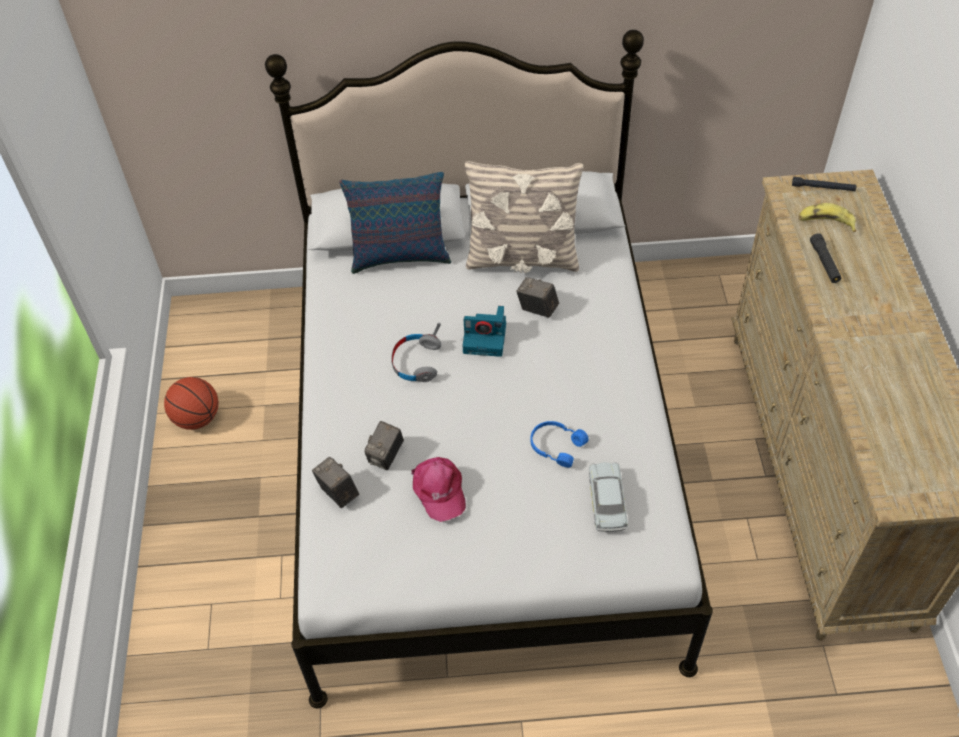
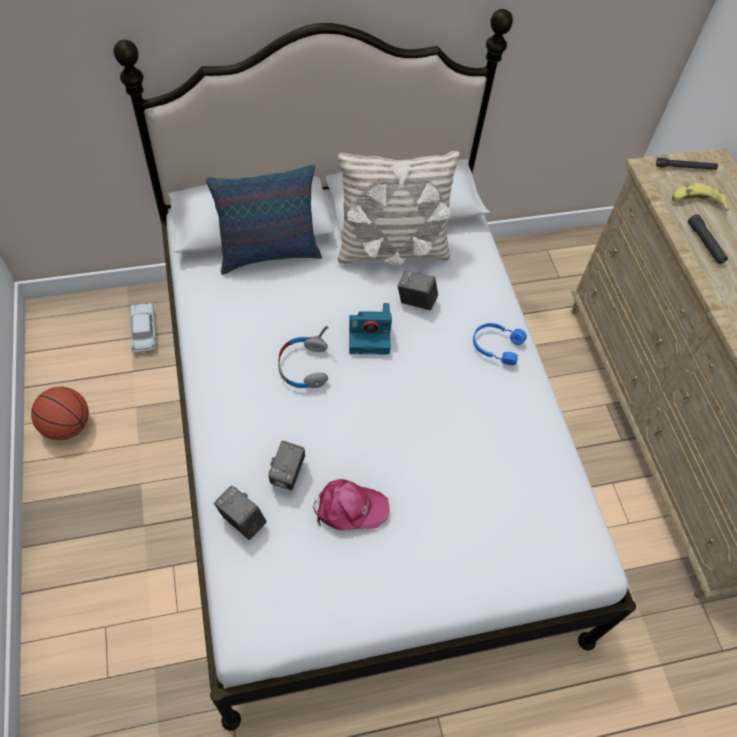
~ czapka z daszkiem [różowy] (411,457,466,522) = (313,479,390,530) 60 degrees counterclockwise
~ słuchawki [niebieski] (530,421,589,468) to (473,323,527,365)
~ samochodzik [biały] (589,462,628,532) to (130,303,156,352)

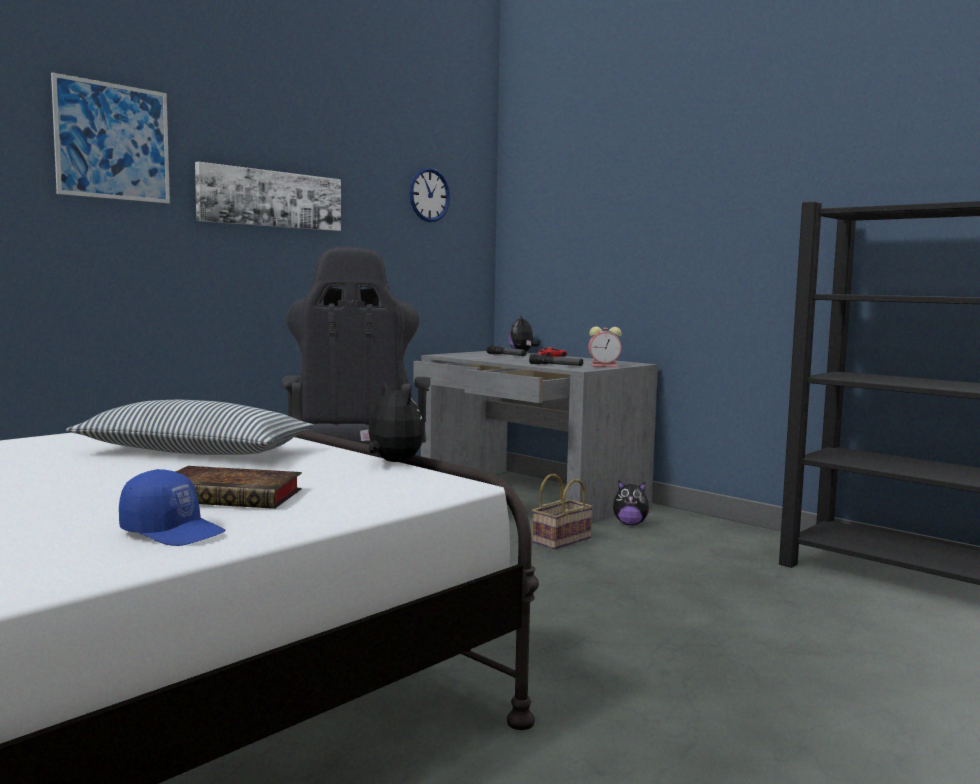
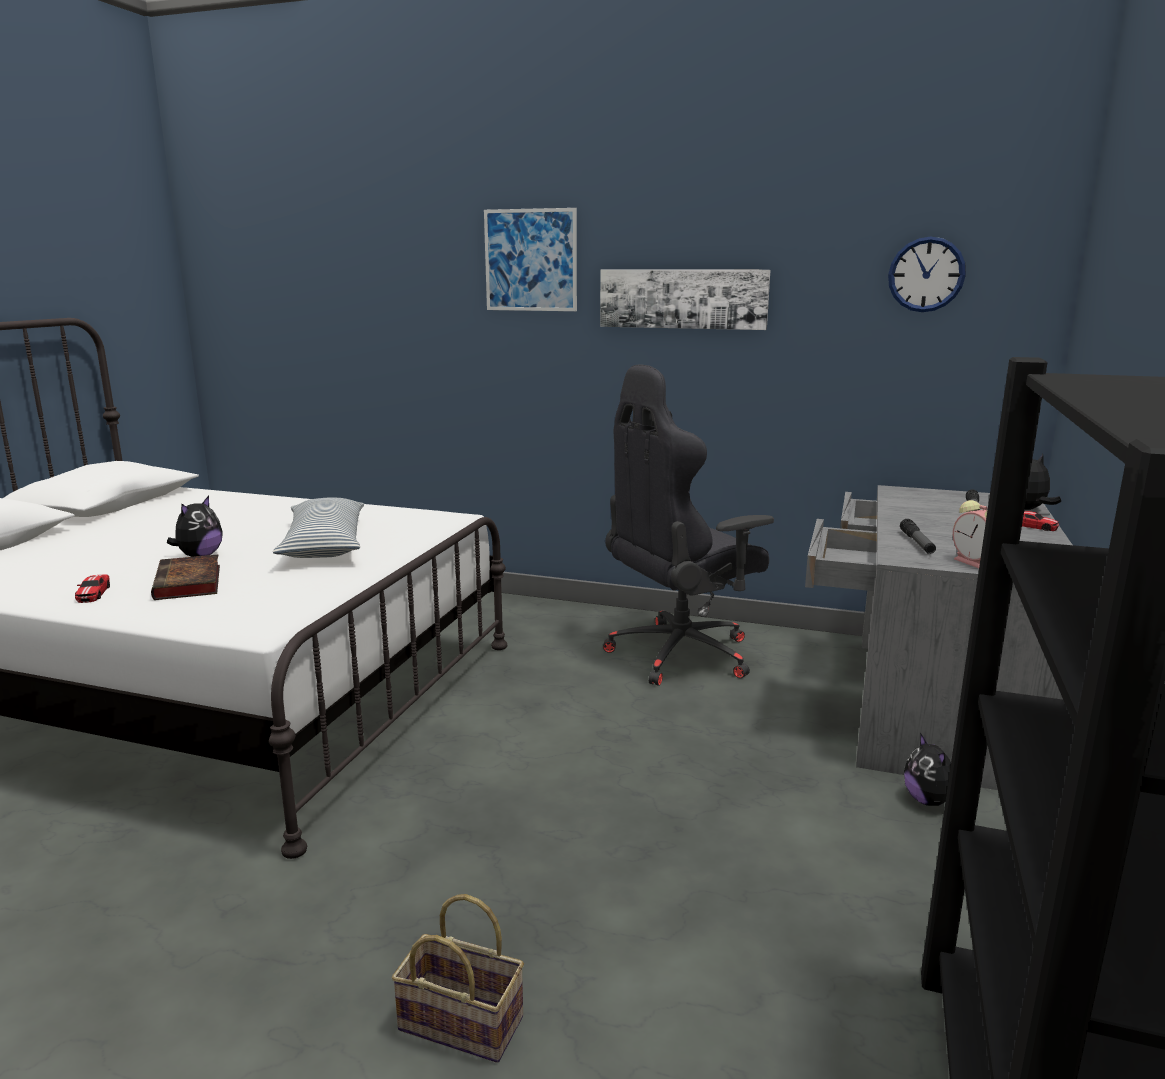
~ czapka z daszkiem [niebieski] (119,469,226,546) to samochodzik (75,575,110,603)
~ pluszak (360,382,424,462) to (167,496,223,557)
~ koszyk (532,474,593,549) to (392,894,524,1063)

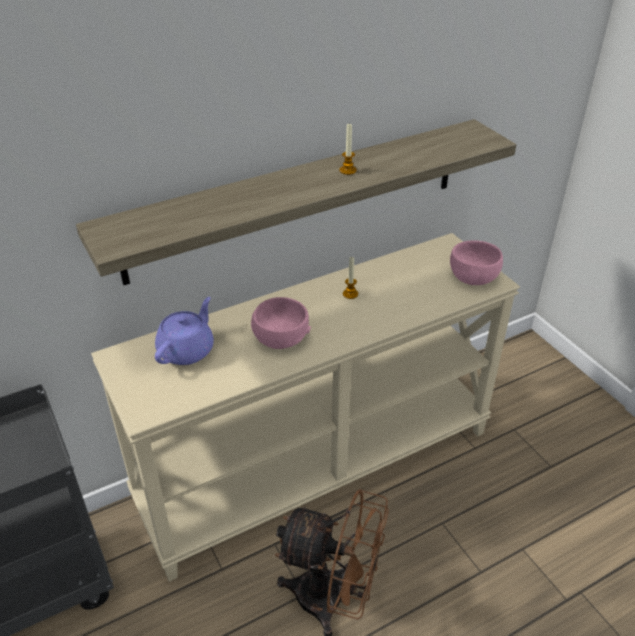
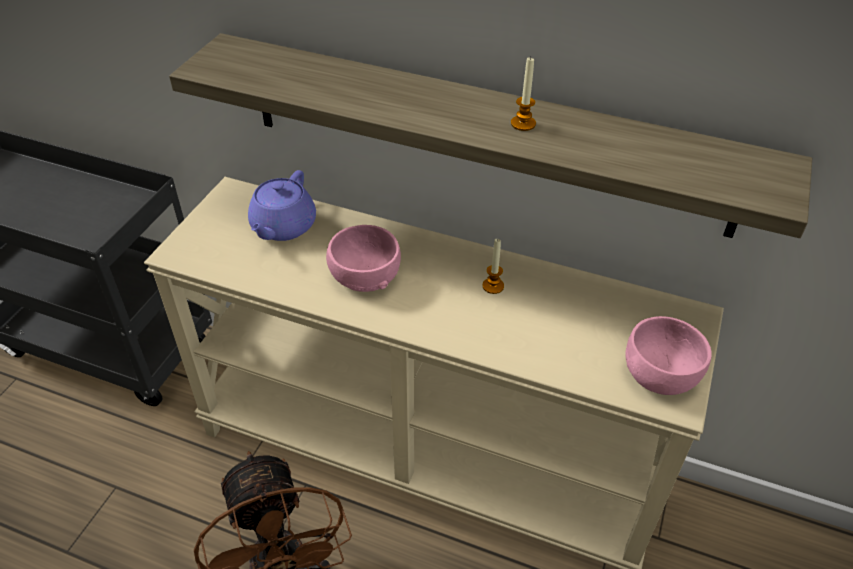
~ imbryk [fioletowy] (155,297,214,365) = (248,170,316,241) 120 degrees clockwise

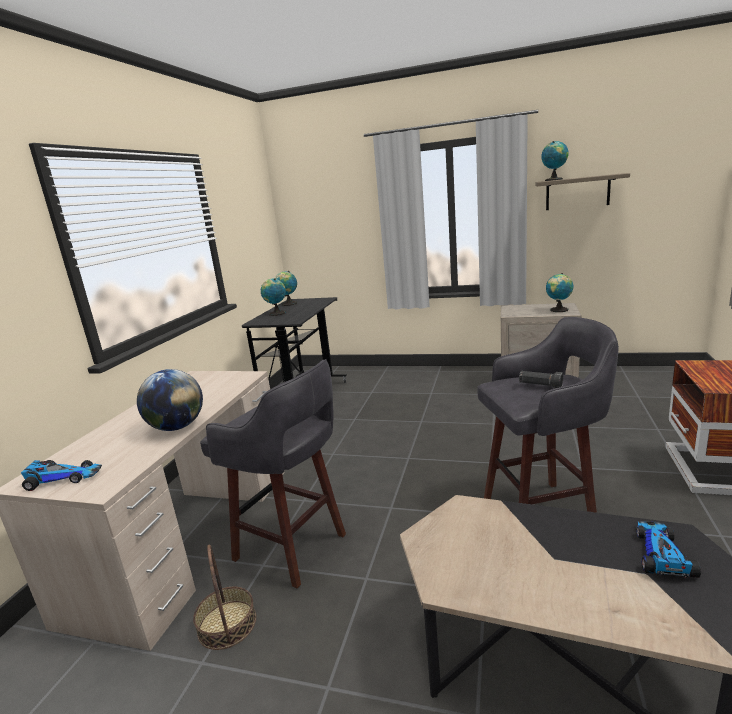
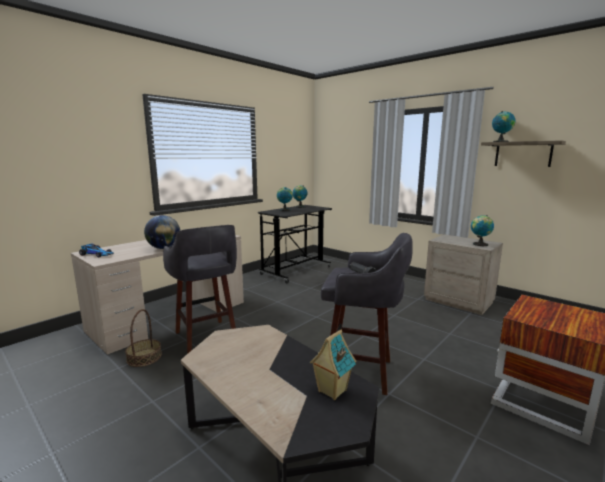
~ samochodzik (636,521,701,578) to domek (310,329,356,400)

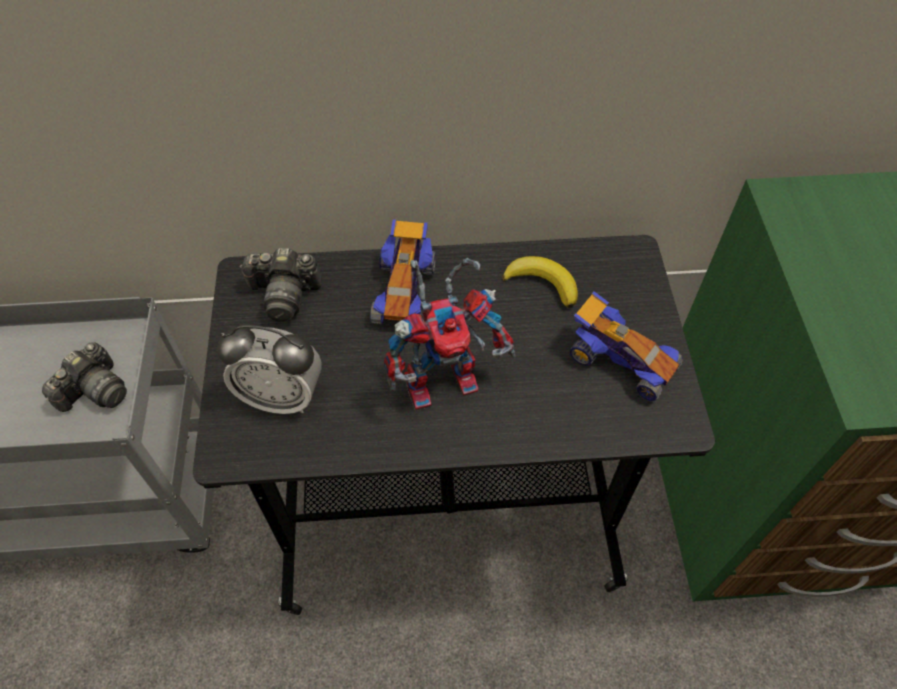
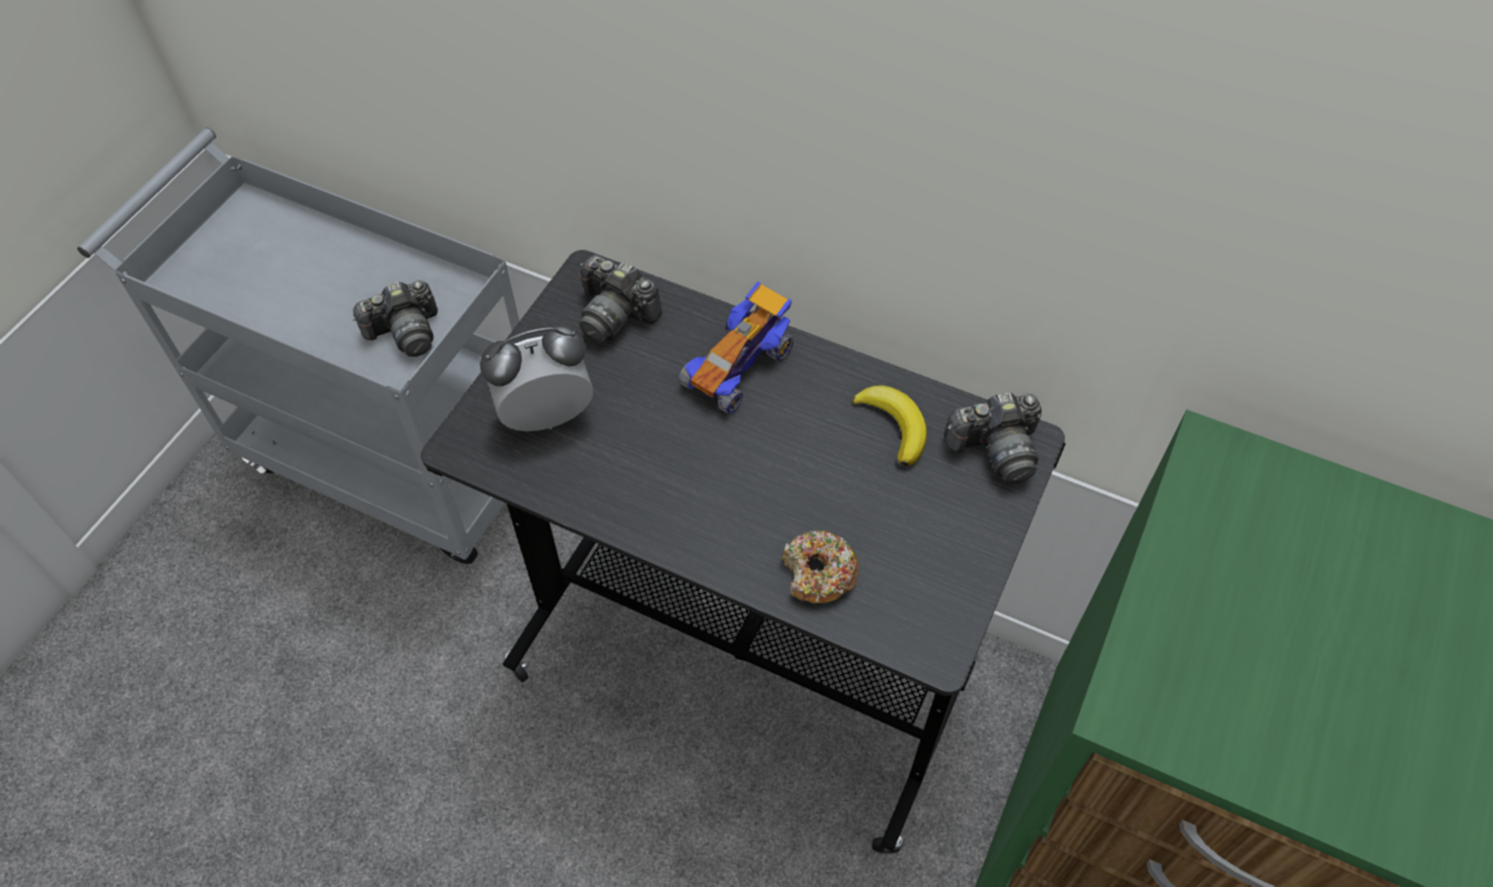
~ budzik (217,325,322,414) = (480,325,593,431) 120 degrees clockwise
- robot zabawkowy (384,258,515,411)
- samochodzik (570,291,683,401)
+ donut (782,530,859,603)
+ aparat fotograficzny (944,392,1042,484)

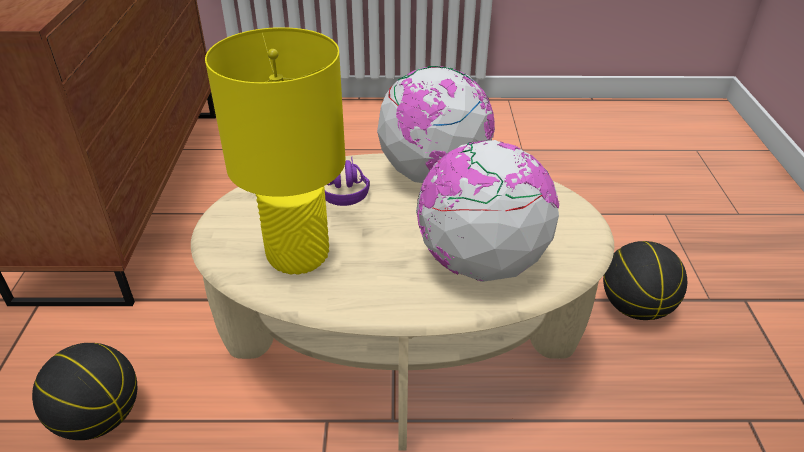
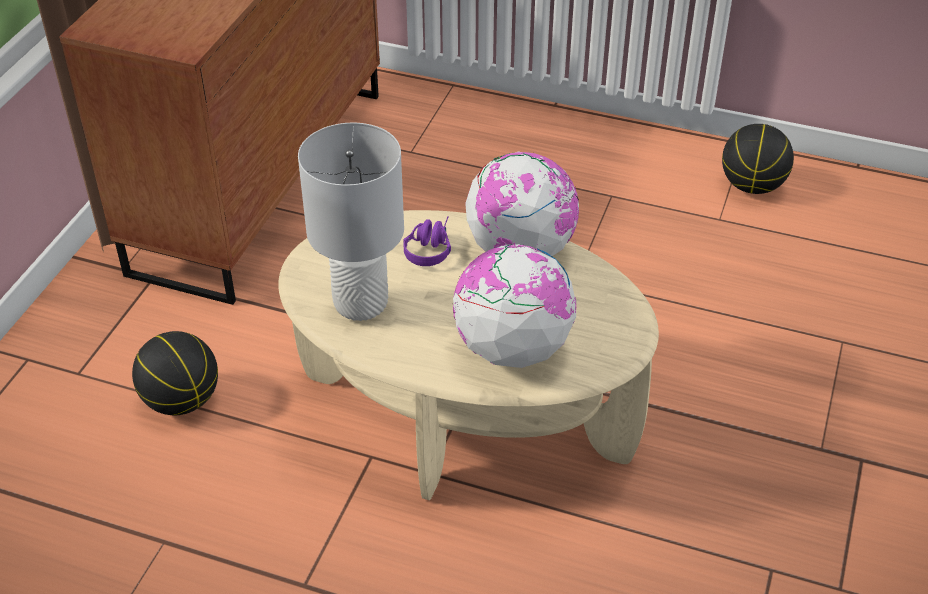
~ lampa stołowa [żółty] (205,27,346,275) to lampa stołowa [szary] (298,123,404,321)
~ piłka do koszykówki (603,241,687,320) to (722,124,794,194)

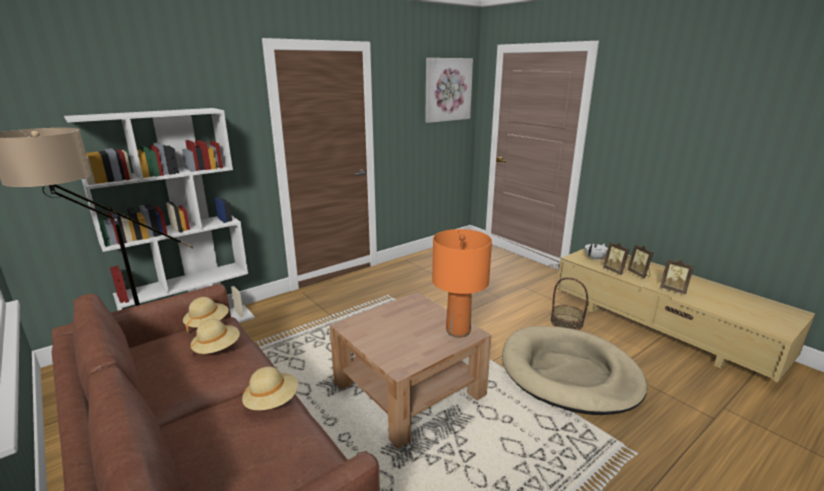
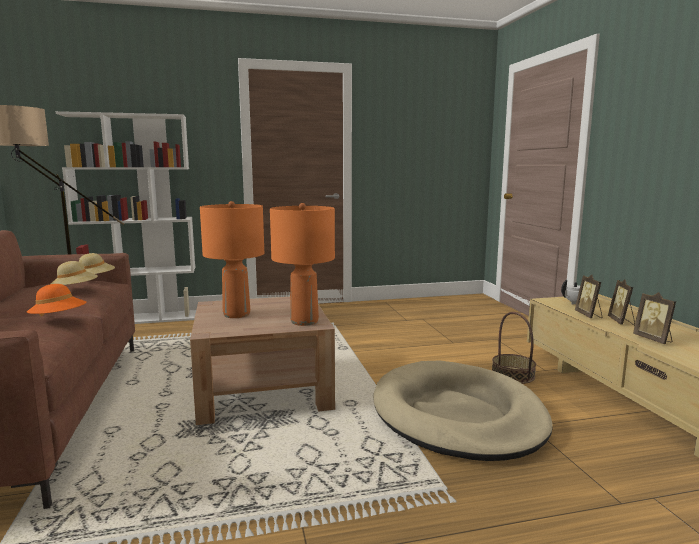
~ kapelusz [beżowy] (242,367,298,410) to kapelusz [pomarańczowy] (27,284,86,316)
- obraz (425,58,473,123)
+ lampa stołowa [pomarańczowy] (200,201,264,318)

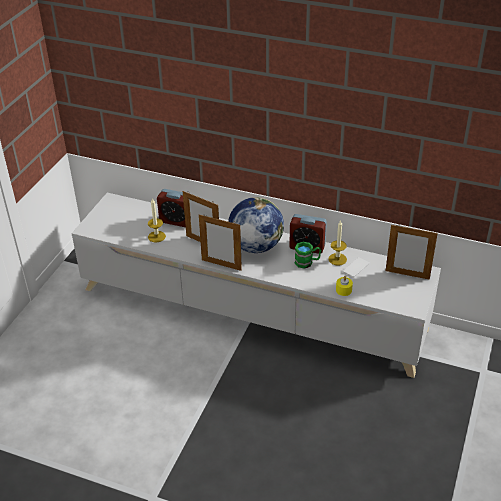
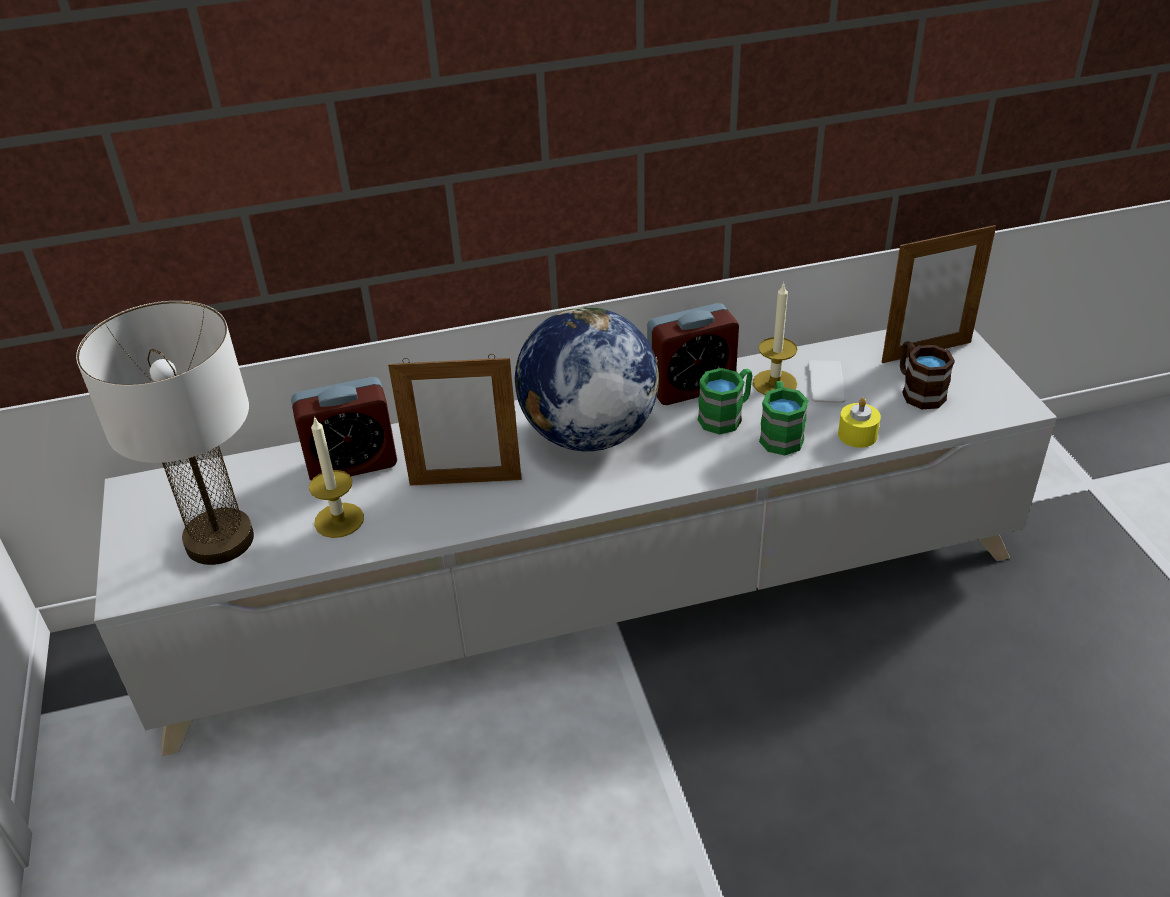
- ramka na zdjęcie (199,214,242,271)
+ lampa stołowa (76,301,254,565)
+ kubek [zielony] (759,381,809,455)
+ kubek [brązowy] (900,341,955,409)

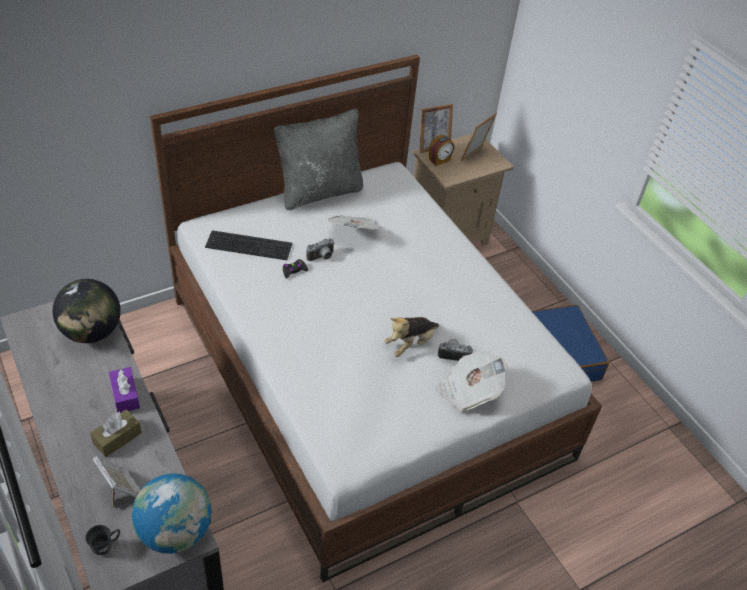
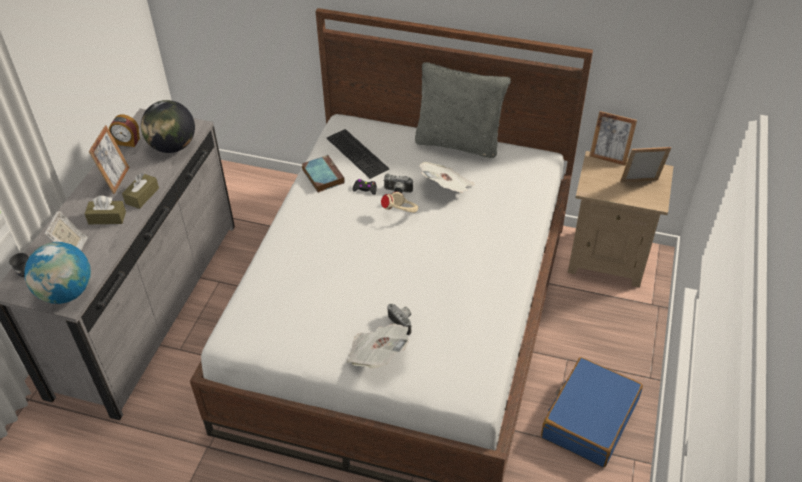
~ pudełko chusteczek [fioletowy] (109,367,140,413) to pudełko chusteczek [brązowy] (122,173,159,209)
- pluszak (384,317,439,357)
~ budzik (429,135,455,166) to (109,114,140,147)
+ ramka na zdjęcie (89,125,130,194)
+ książka (302,155,345,193)
+ słuchawki [beżowy] (381,191,418,213)

